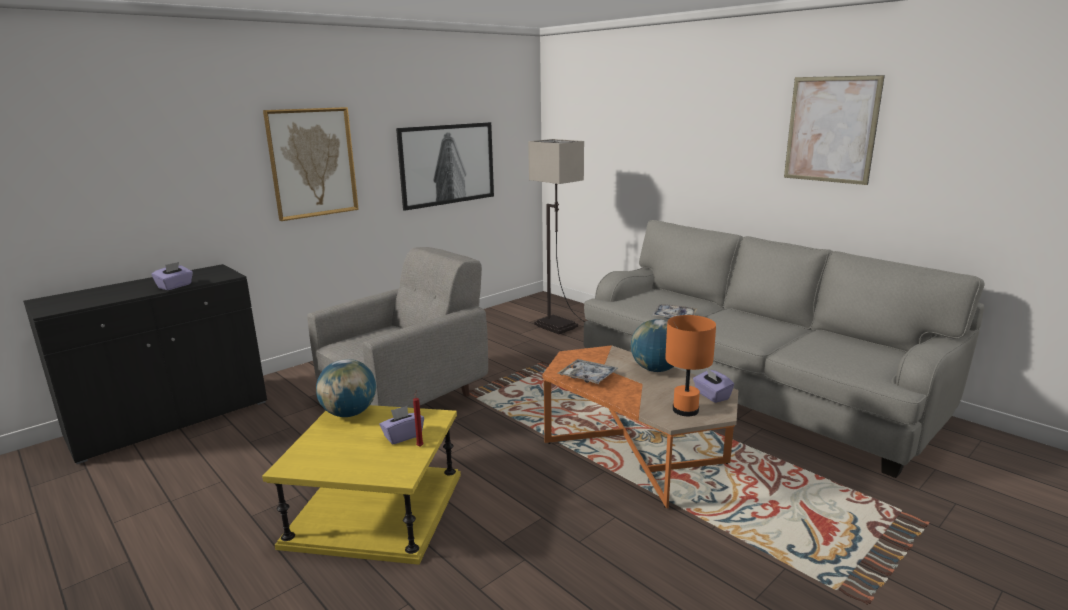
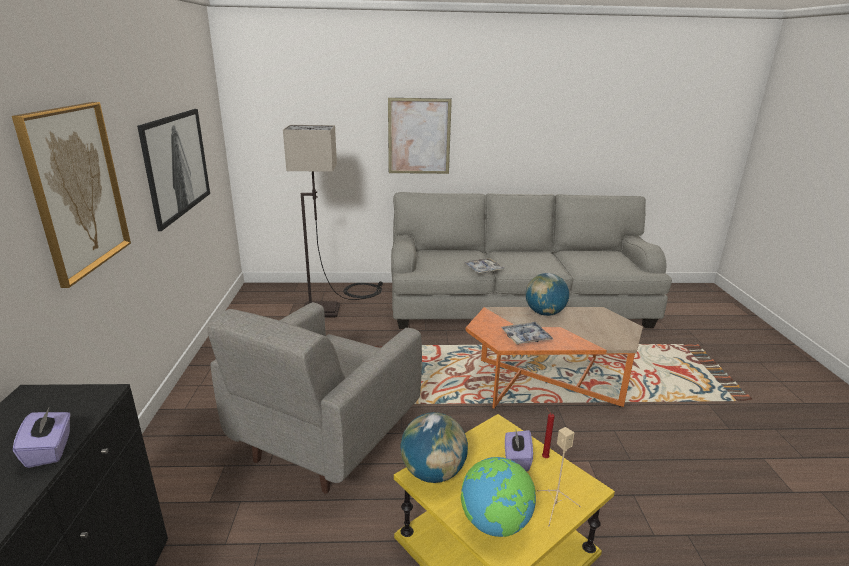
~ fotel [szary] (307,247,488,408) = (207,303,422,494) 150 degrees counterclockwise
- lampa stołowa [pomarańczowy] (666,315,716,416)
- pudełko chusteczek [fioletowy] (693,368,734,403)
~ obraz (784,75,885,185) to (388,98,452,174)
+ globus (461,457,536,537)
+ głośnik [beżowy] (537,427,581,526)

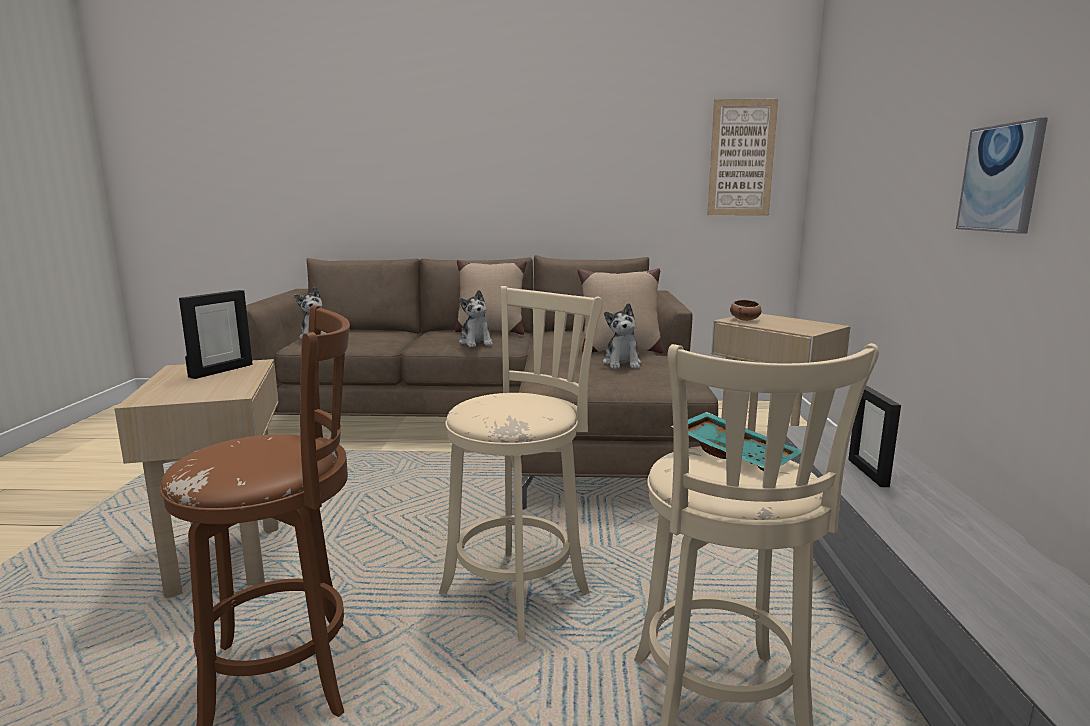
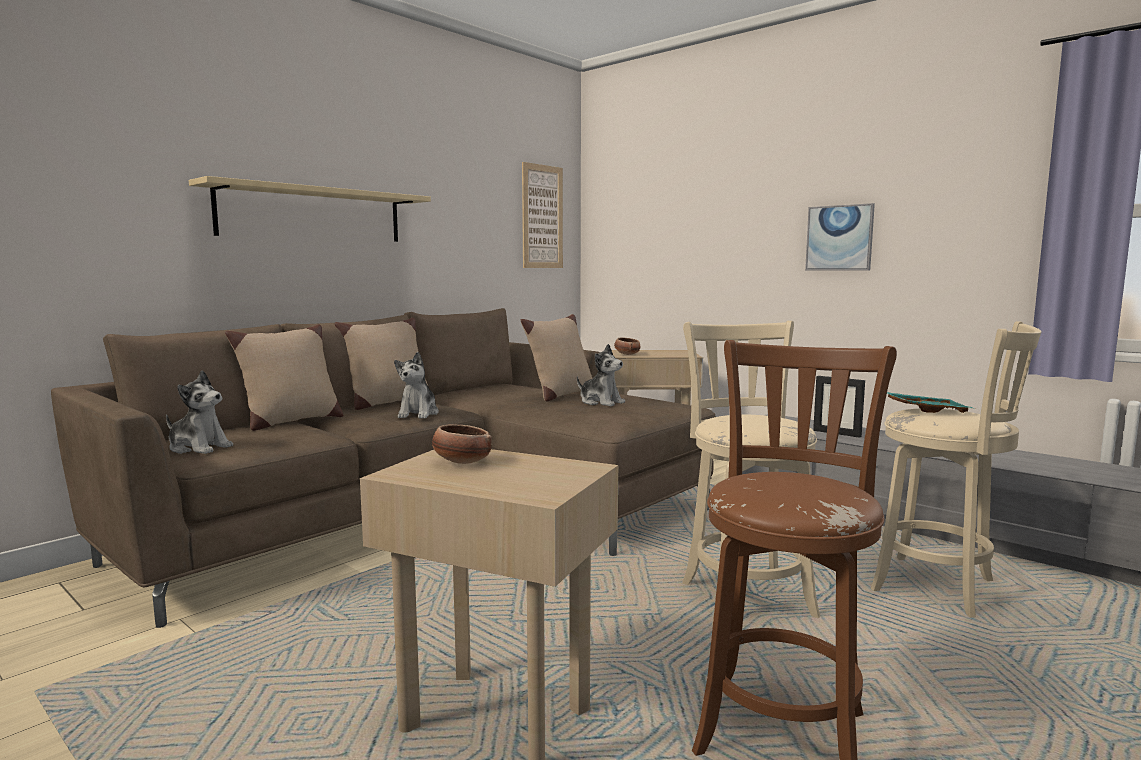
~ ramka na zdjęcie (179,290,253,379) to miska (432,424,492,464)
~ pluszak (459,290,493,347) = (394,352,439,418) 75 degrees clockwise
+ półka [beżowy] (189,176,431,242)
+ poduszka [beżowy] (225,324,343,431)

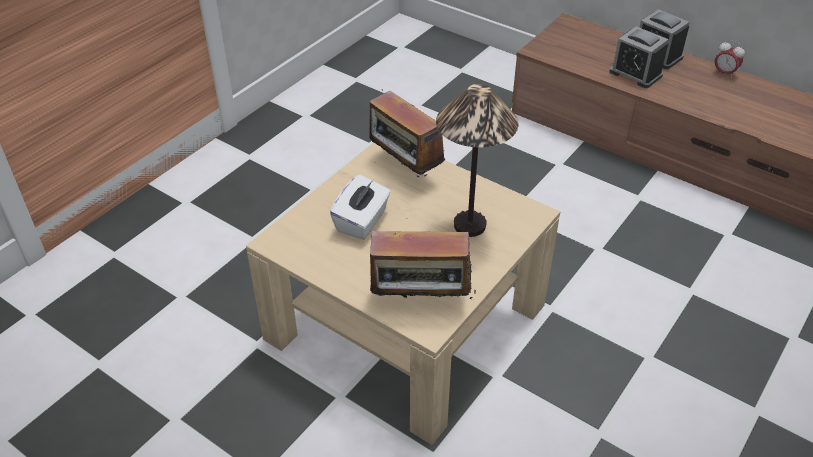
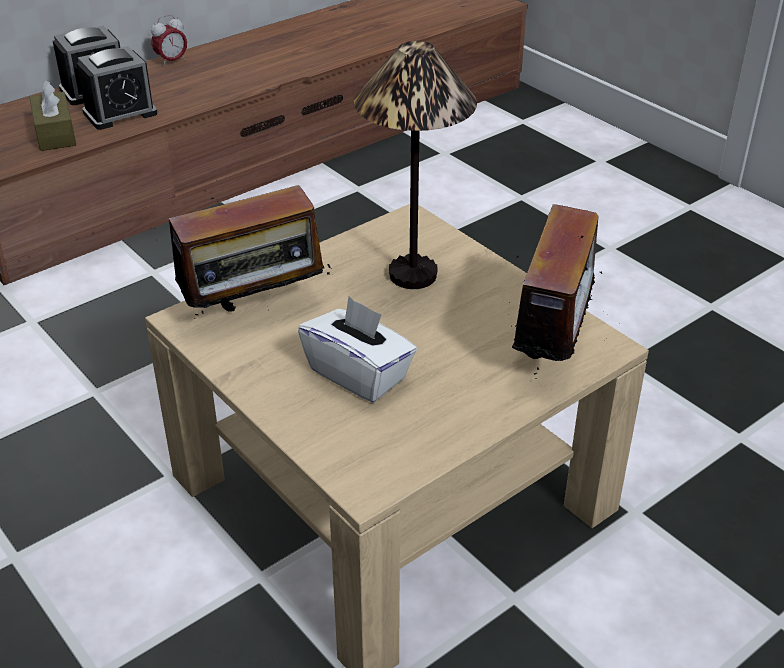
+ pudełko chusteczek [brązowy] (29,81,76,151)

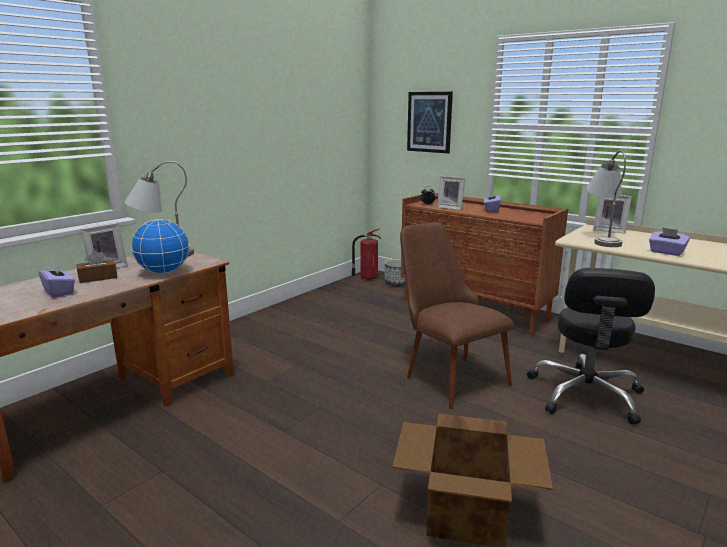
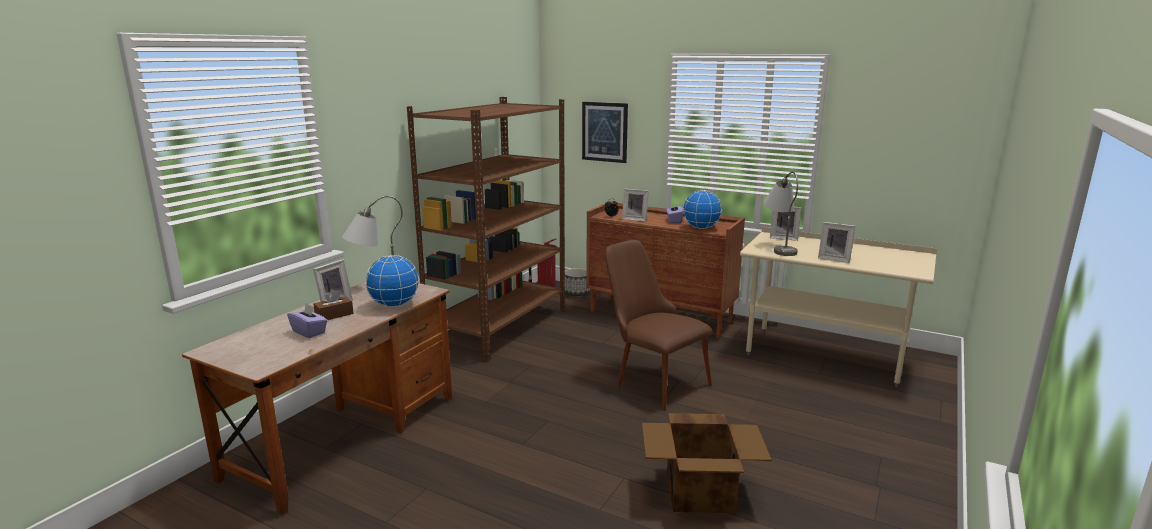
- krzesło biurowe [czarny] (527,268,655,425)
~ pudełko chusteczek [fioletowy] (649,227,690,256) to ramka na zdjęcie (818,222,855,263)
+ regał [brązowy] (407,97,565,362)
+ globus (683,190,722,229)

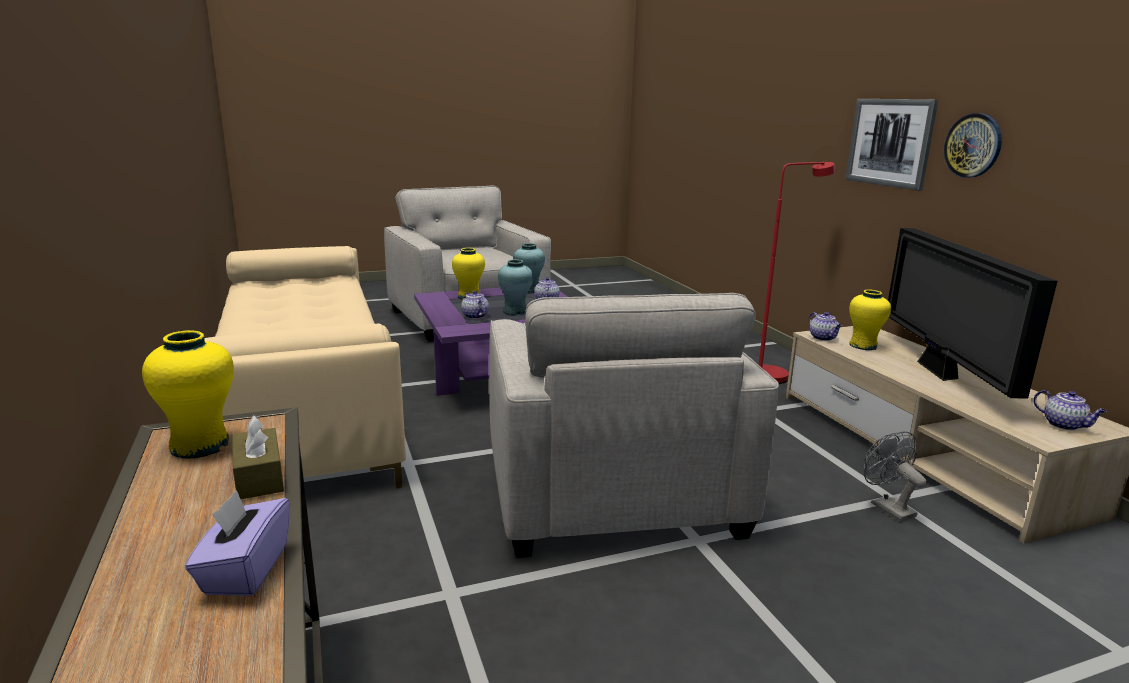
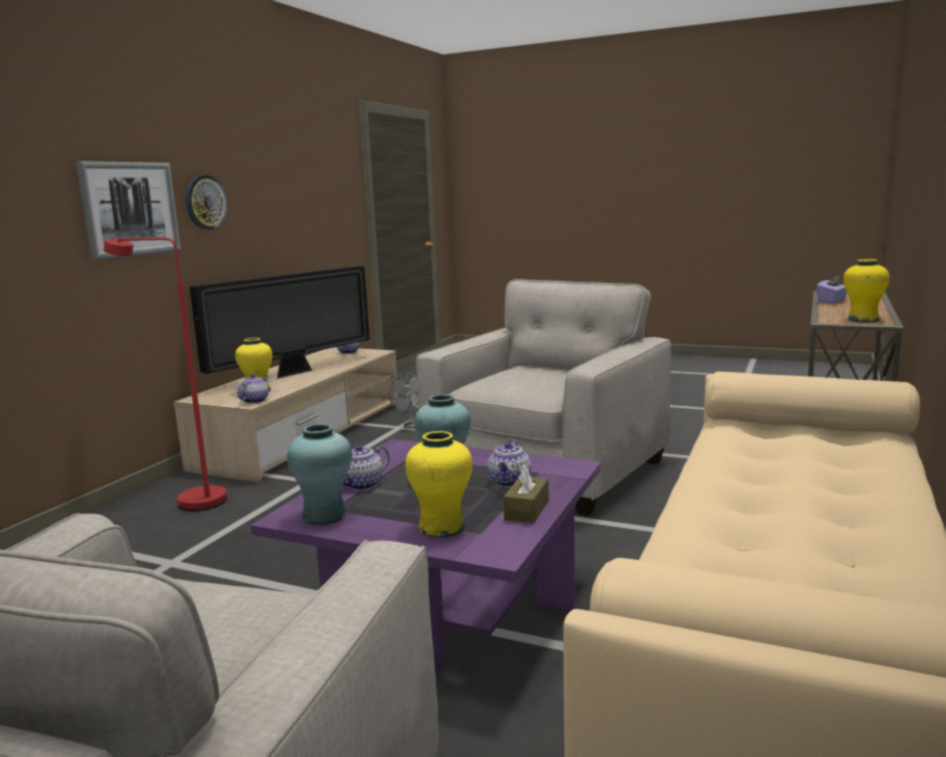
~ pudełko chusteczek [brązowy] (232,416,284,499) to (503,464,549,524)

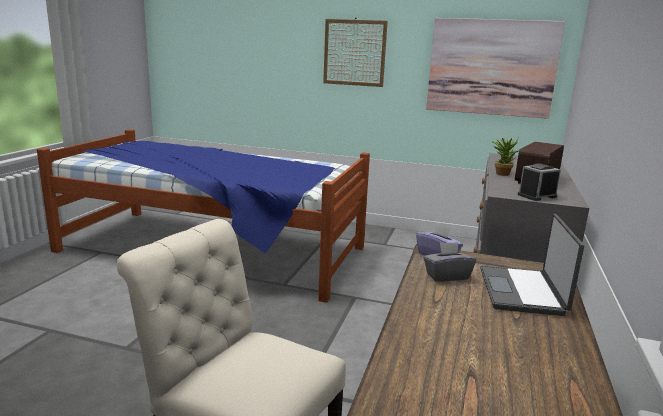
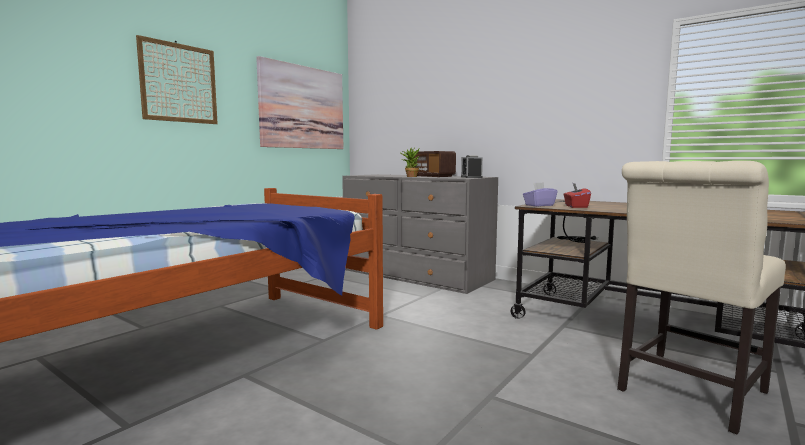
~ pudełko chusteczek [szary] (424,242,476,282) to pudełko chusteczek [czerwony] (563,183,591,208)
- laptop (480,214,584,316)

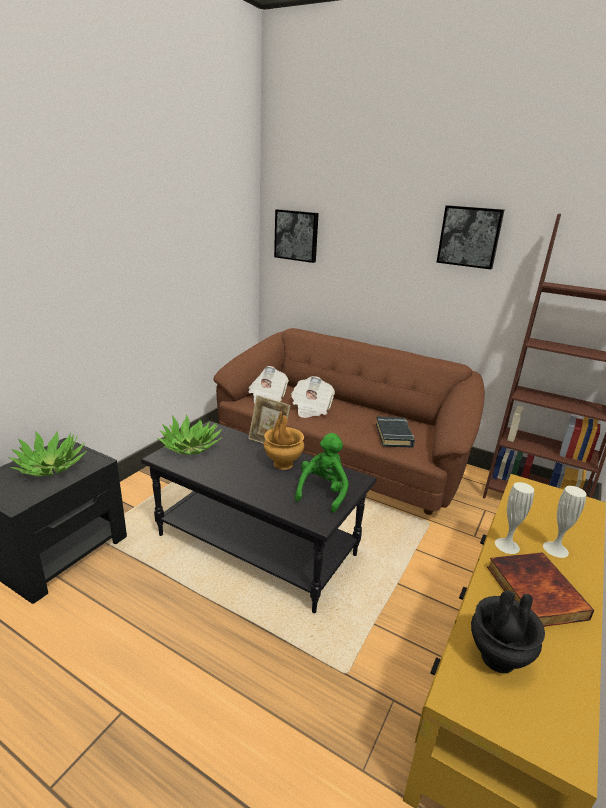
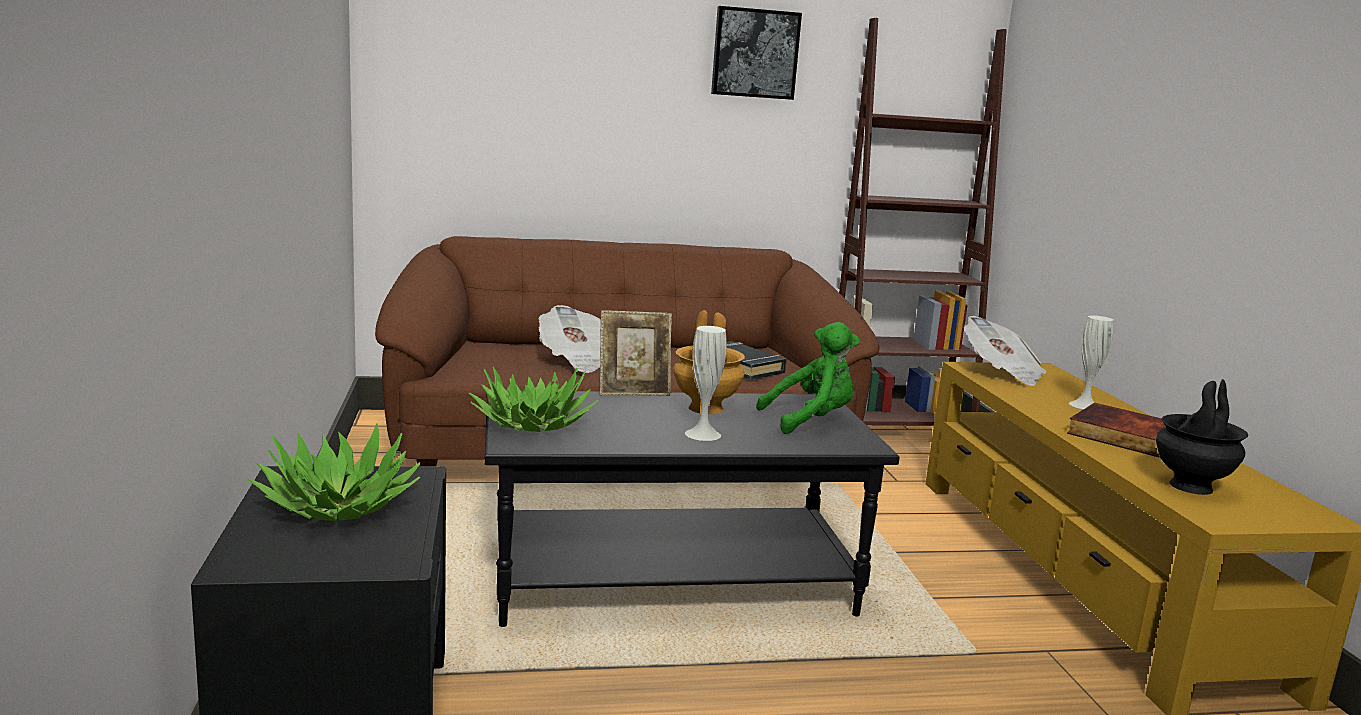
~ gazeta (248,366,289,403) to (964,316,1047,386)
- obraz (274,209,319,263)
~ pluszak [zielony] (295,433,349,513) = (756,322,860,434) 90 degrees clockwise
~ wazon [biały] (495,482,534,554) to (685,326,727,441)

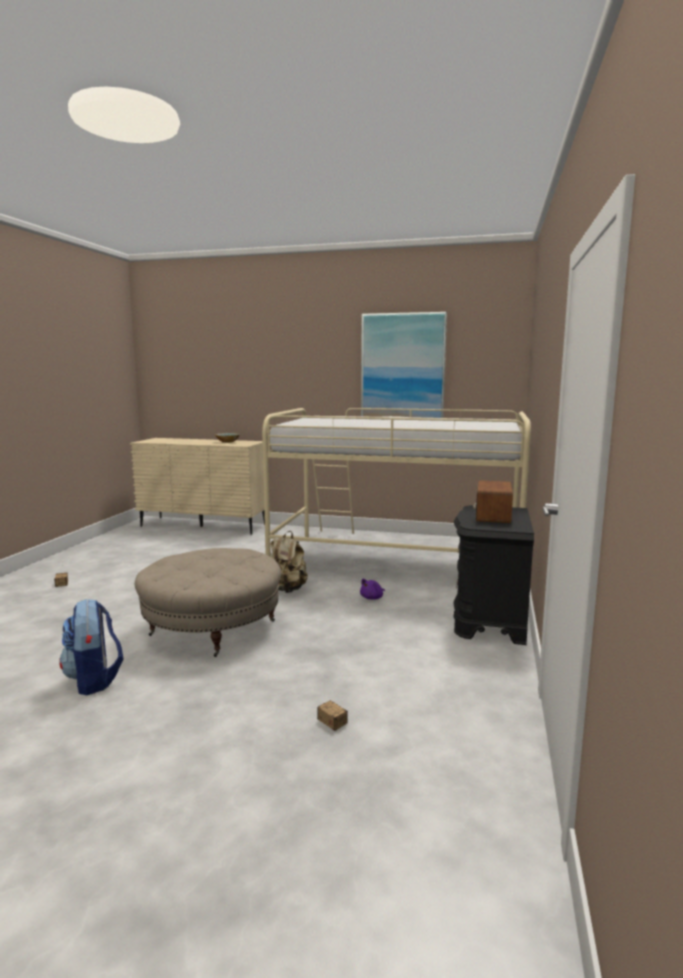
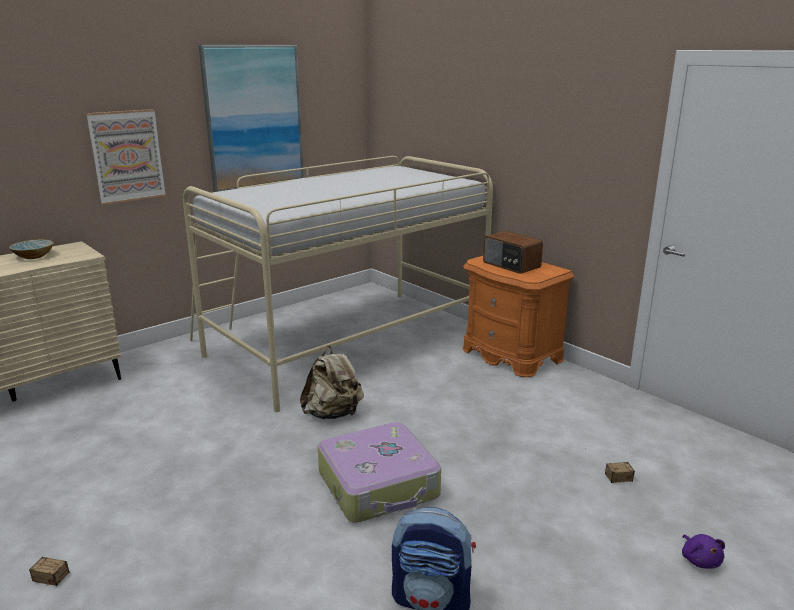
~ pufa [beżowy] (135,548,281,657) to walizka (318,422,441,523)
~ pluszak [fioletowy] (360,579,385,600) to (682,534,725,569)
~ szafka nocna [czarny] (453,505,534,645) to szafka nocna [pomarańczowy] (462,256,574,377)
+ obraz (86,109,166,205)

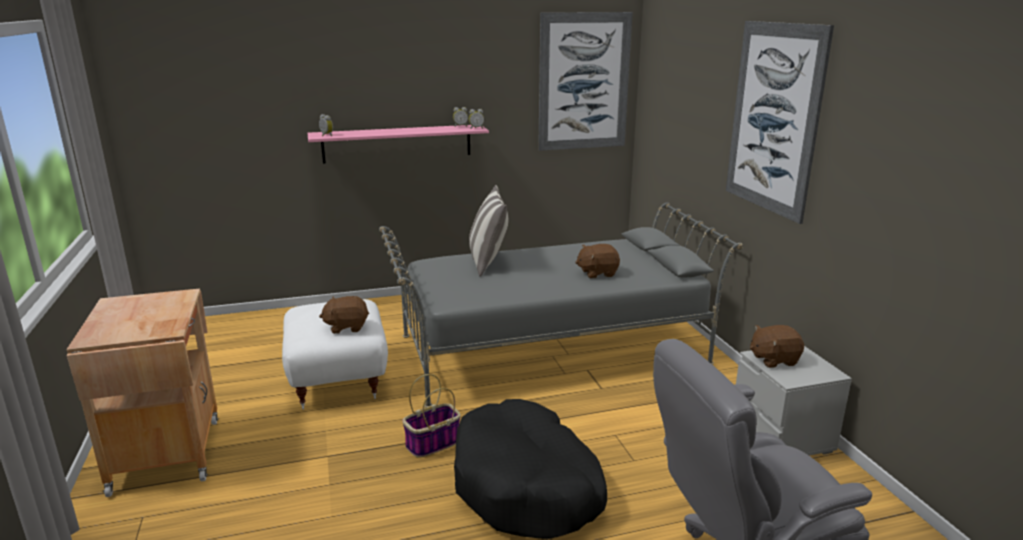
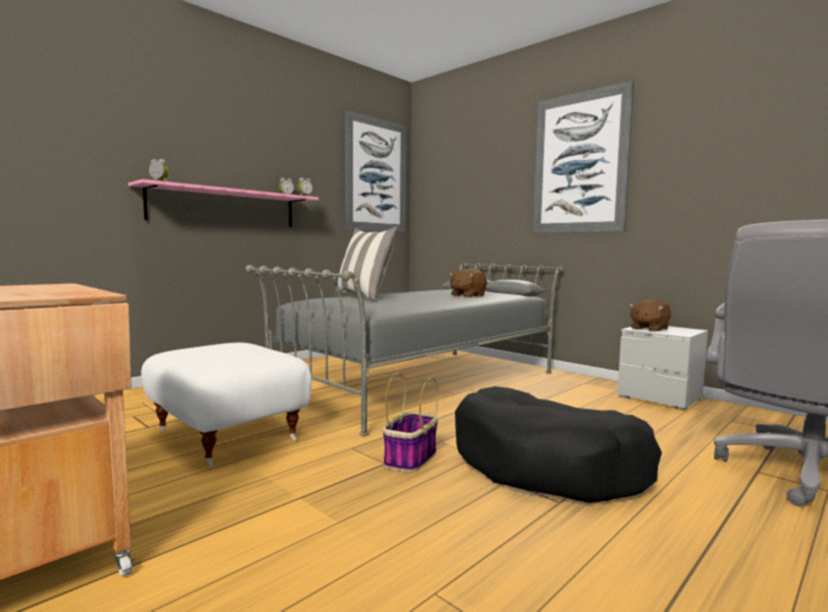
- pluszak [brązowy] (319,296,369,334)

